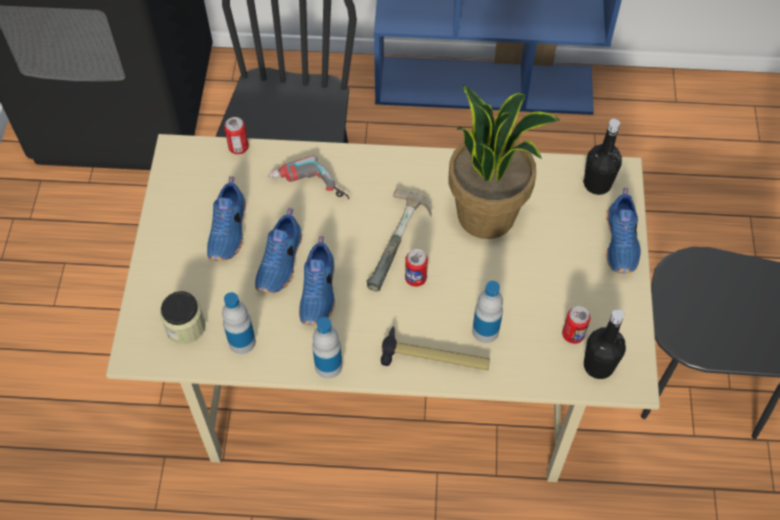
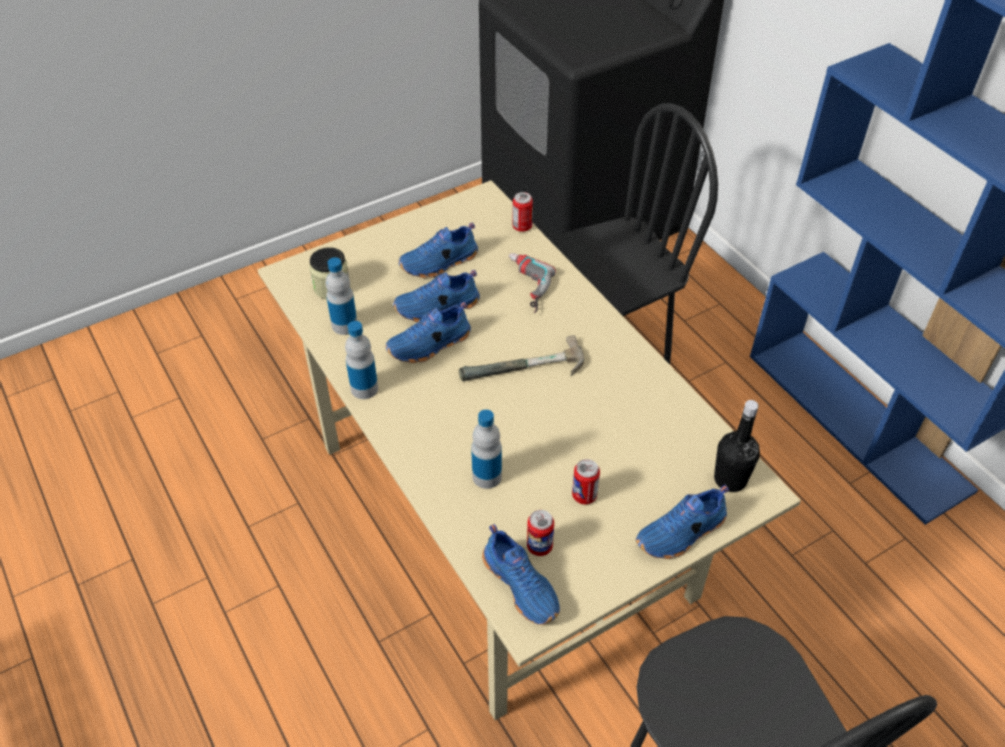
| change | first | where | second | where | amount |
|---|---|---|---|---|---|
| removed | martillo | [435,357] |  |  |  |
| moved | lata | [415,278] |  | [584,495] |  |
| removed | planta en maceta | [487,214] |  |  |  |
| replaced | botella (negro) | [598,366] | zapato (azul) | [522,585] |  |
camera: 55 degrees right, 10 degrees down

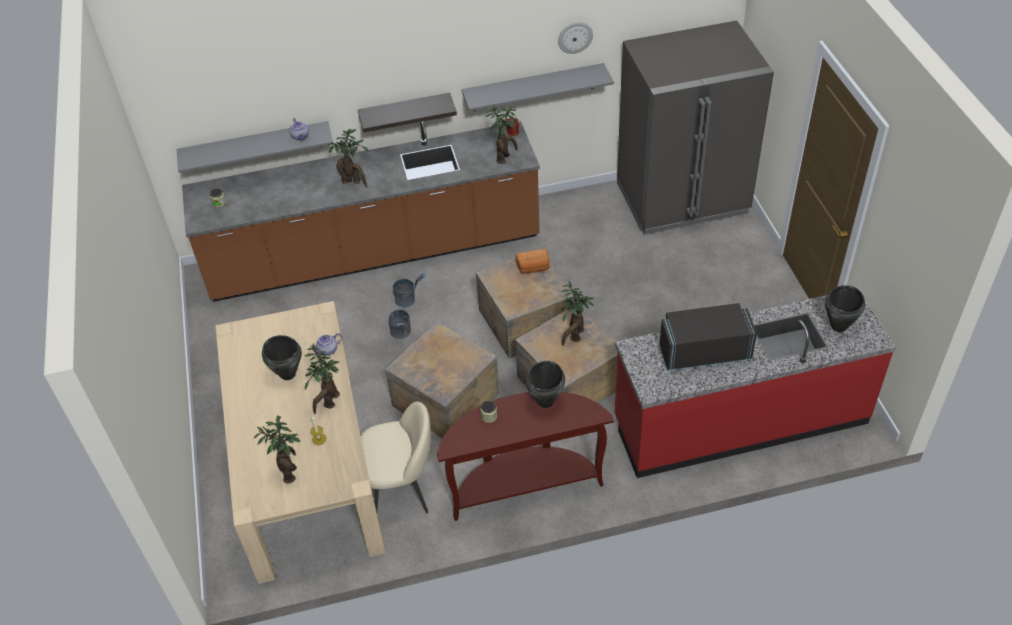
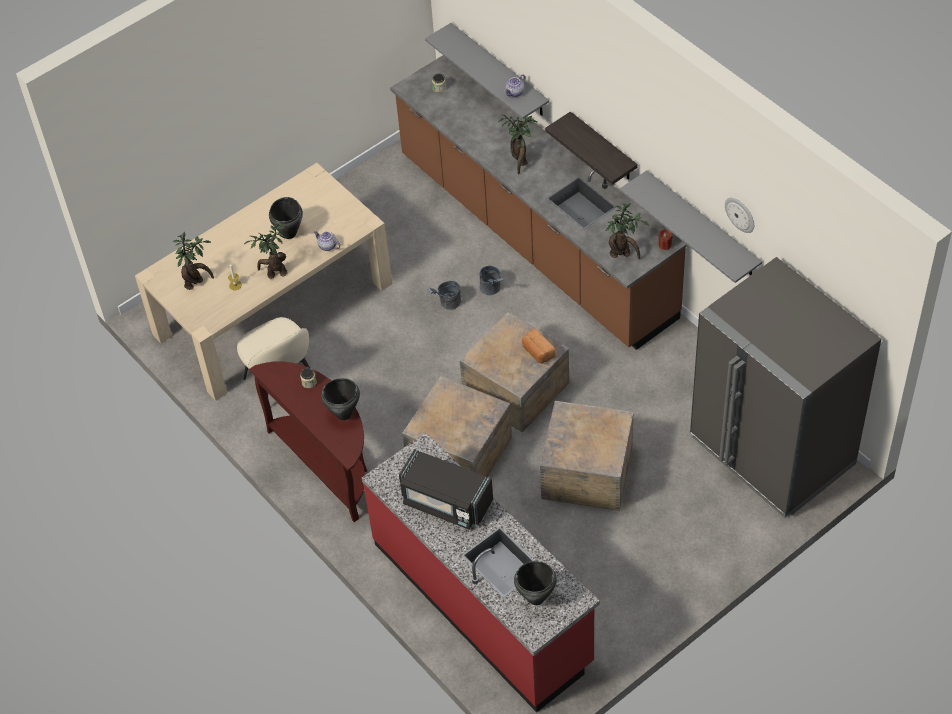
| change | first | where | second | where | amount |
|---|---|---|---|---|---|
| moved | caja de embalaje | [447,399] |  | [588,473] |  |
| removed | planta en maceta | [574,336] |  |  |  |
| turned | microondas (negro) | [704,352] |  | [446,502] | 150 degrees clockwise |
camera: 65 degrees right, 5 degrees up

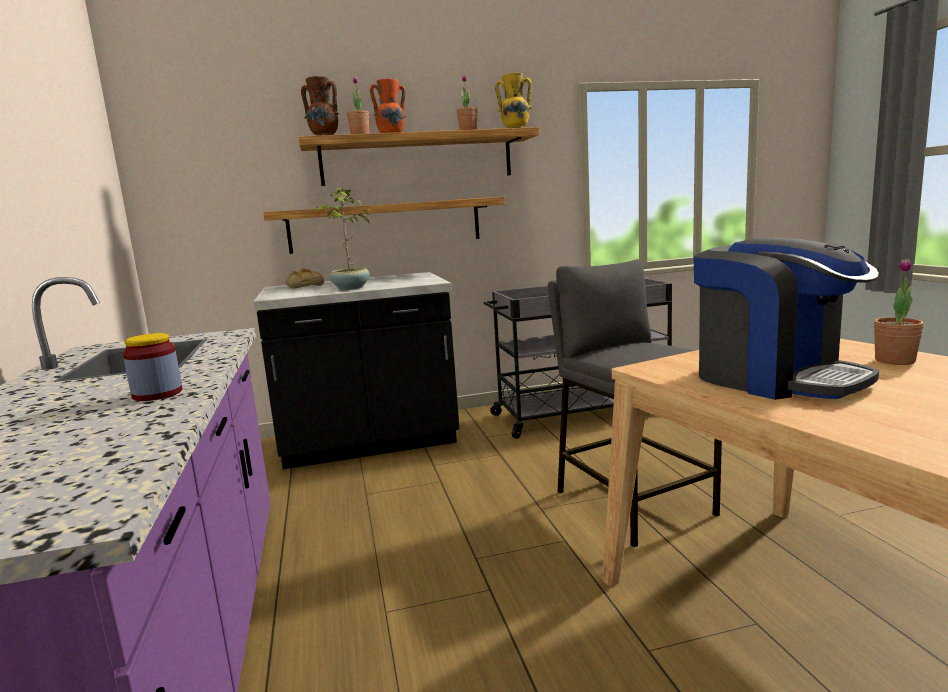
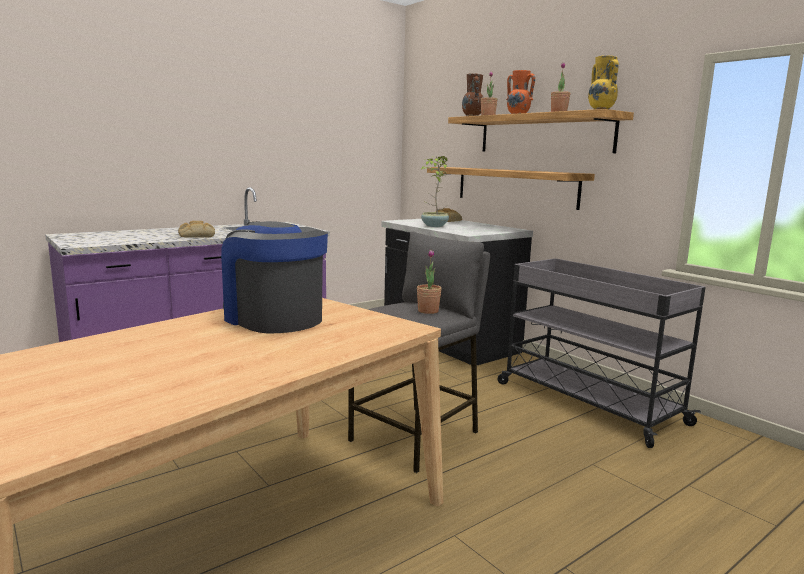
| change | first | where | second | where | amount |
|---|---|---|---|---|---|
| replaced | tarro | [157,394] | pan | [196,236] |  |
| turned | cafetera | [775,378] |  | [273,318] | 105 degrees clockwise |
| moved | planta en maceta | [894,361] |  | [428,311] |  |
camera: 65 degrees right, 0 degrees up

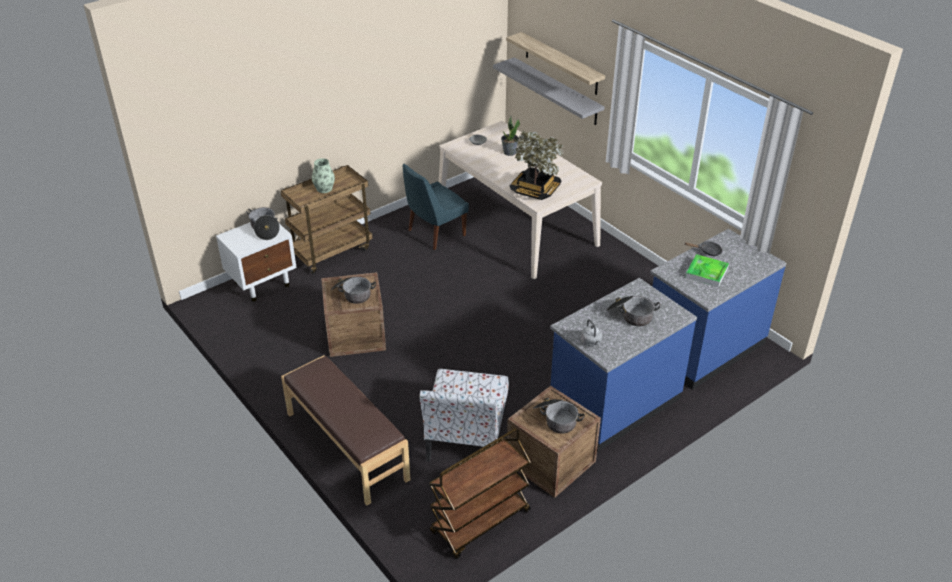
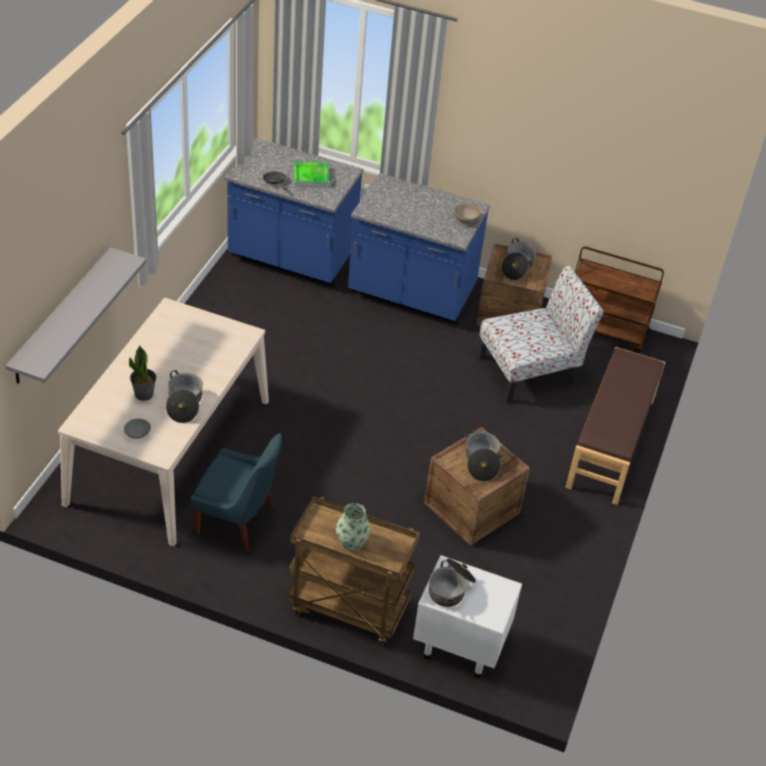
| change | first | where | second | where | amount |
|---|---|---|---|---|---|
| removed | estante | [561,64] |  |  |  |
| removed | planta en maceta | [535,190] |  |  |  |
| replaced | hervidor (gris) | [591,342] | cuenco (beis) | [466,220] |  |
| moved | olla | [630,315] |  | [184,404] |  |
camera: 125 degrees left, 5 degrees up

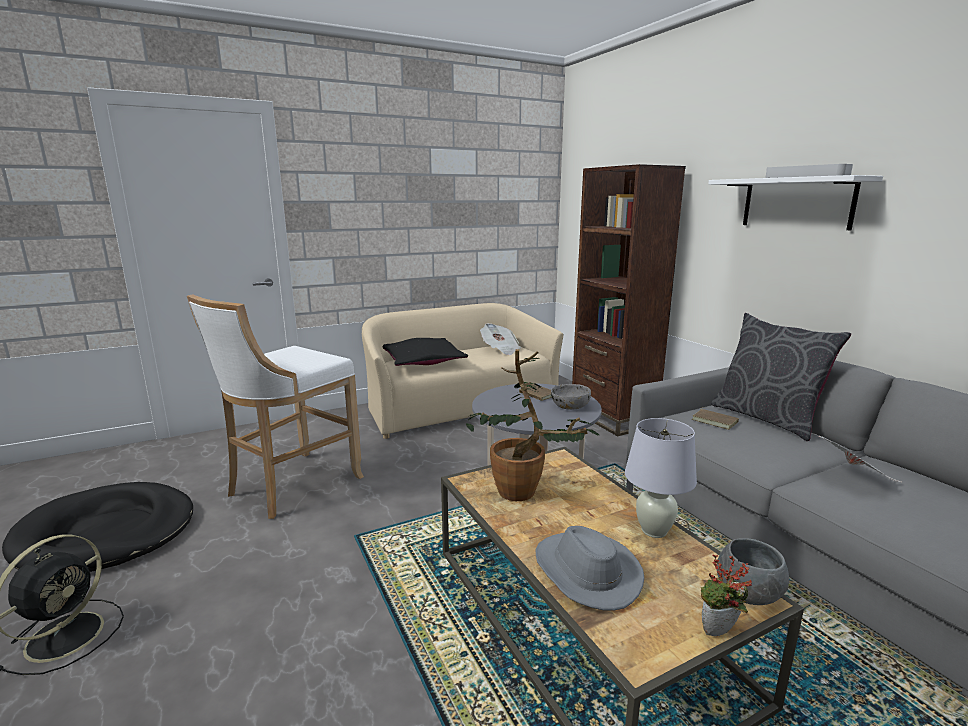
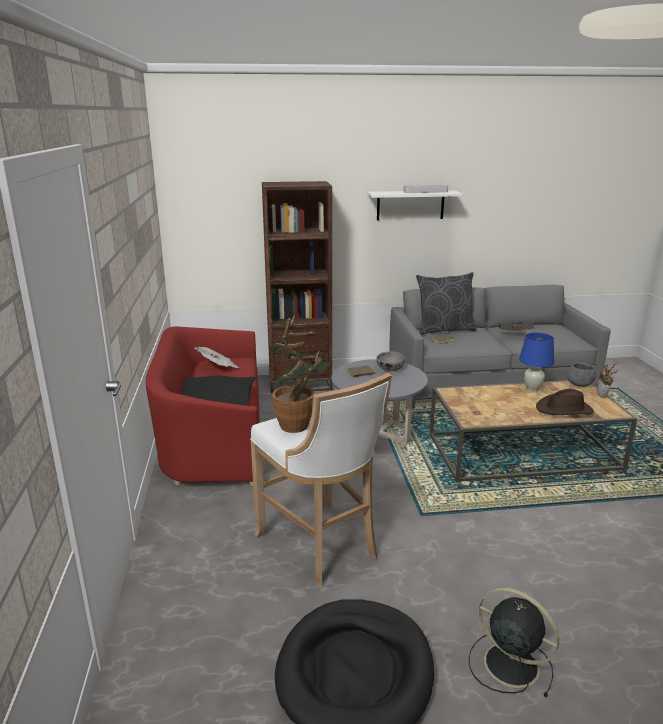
| change | first | where | second | where | amount |
|---|---|---|---|---|---|
| recoloured | sofá (beis) | [458,406] | sofá (rojo) | [213,437] |  |
| moved | planta en maceta | [526,494] |  | [300,423] |  |
| recoloured | sombrero (gris) | [585,572] | sombrero (marrón) | [564,410] |  |
| recoloured | lámpara de mesa (blanco) | [653,530] | lámpara de mesa (azul) | [532,388] |  |
camera: 70 degrees left, 5 degrees up

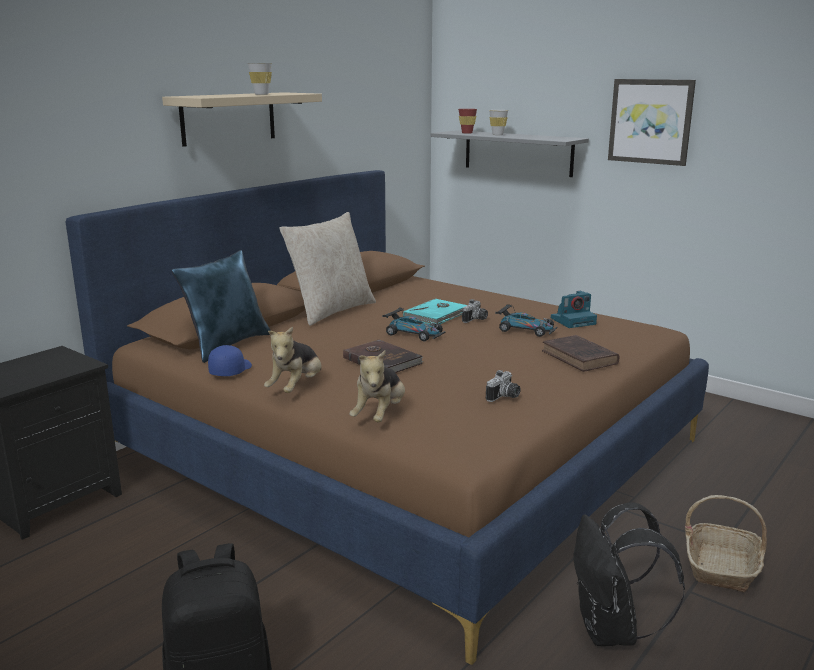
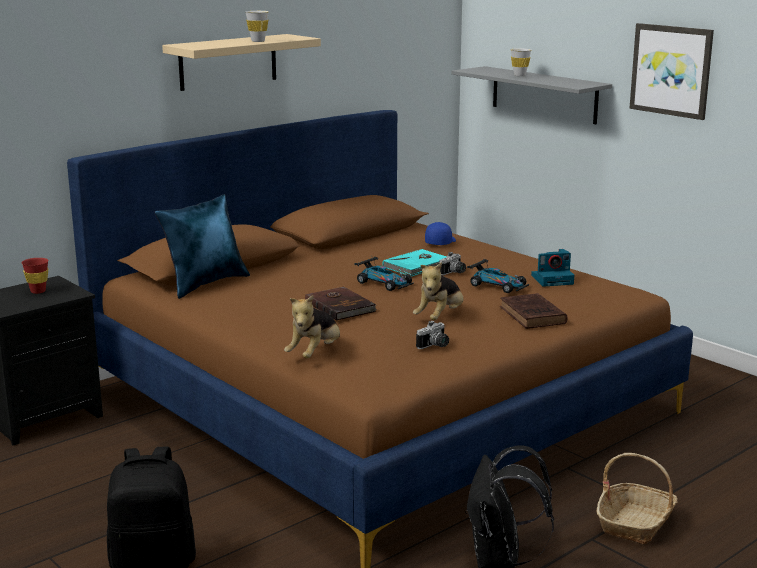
| change | first | where | second | where | amount |
|---|---|---|---|---|---|
| moved | gorra (azul) | [230,370] |  | [440,242] |  |
| moved | peluche | [296,388] |  | [440,317] |  |
| removed | cojín (beis) | [331,311] |  |  |  |
| moved | taza (rojo) | [467,133] |  | [38,291] |  |
camera: 10 degrees right, 0 degrees up

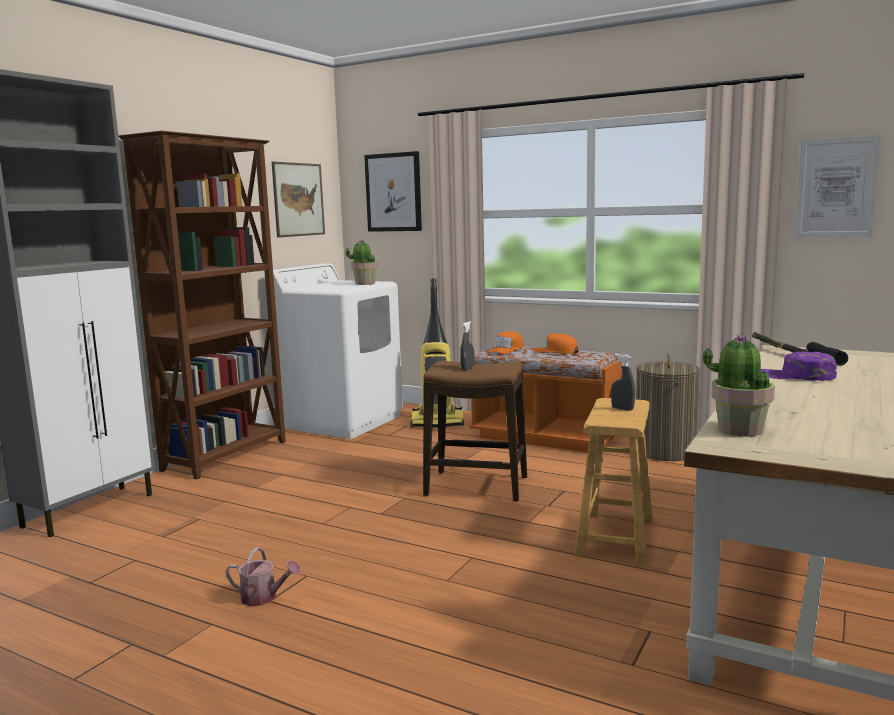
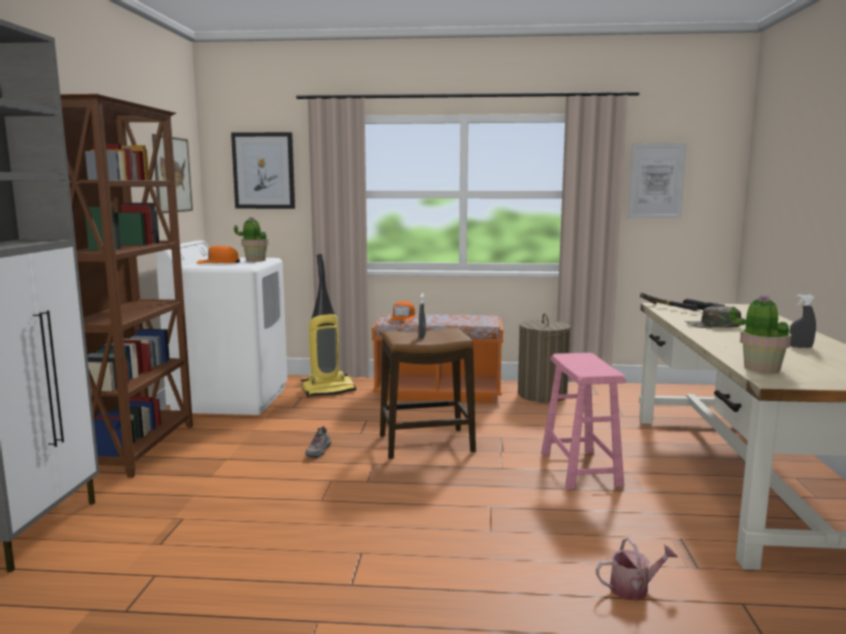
| change | first | where | second | where | amount |
|---|---|---|---|---|---|
| moved | regadera | [263,597] |  | [634,588] |  |
| moved | gorra (naranja) | [556,351] |  | [218,262] |  |
| recoloured | taburete (marrón) | [615,537] | taburete (rosa) | [579,469] |  |
| moved | pulverizador (gris) | [622,409] |  | [800,347] |  |
| recoloured | gorra (morado) | [797,376] | gorra (verde) | [712,325] |  |
| added |  |  | zapato | [319,451] |  |
camera: 25 degrees left, 0 degrees up

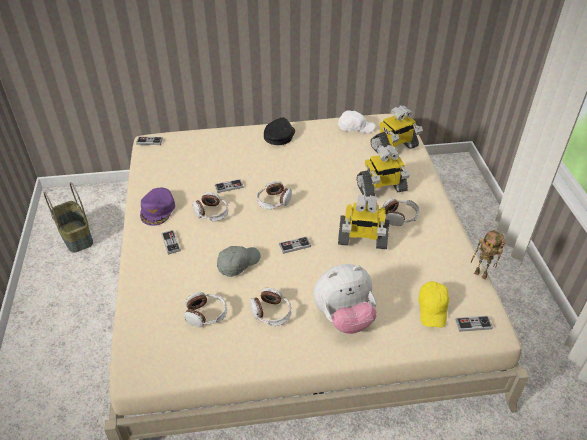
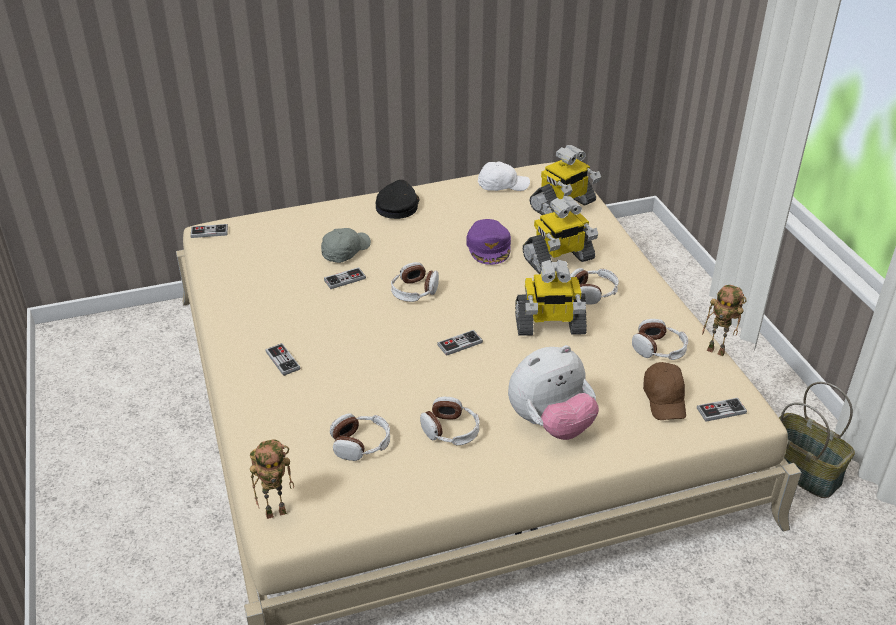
| change | first | where | second | where | amount |
|---|---|---|---|---|---|
| moved | cesta | [76,236] |  | [803,471] |  |
| moved | gorra (morado) | [158,210] |  | [489,247] |  |
| moved | auriculares | [211,213] |  | [659,349] |  |
| moved | gorra (gris) | [238,264] |  | [345,251] |  |
| recoloured | gorra (amarillo) | [432,309] | gorra (marrón) | [664,399] |  |
| added |  |  | robot de juguete | [277,511] |  |
camera: 10 degrees left, 5 degrees down

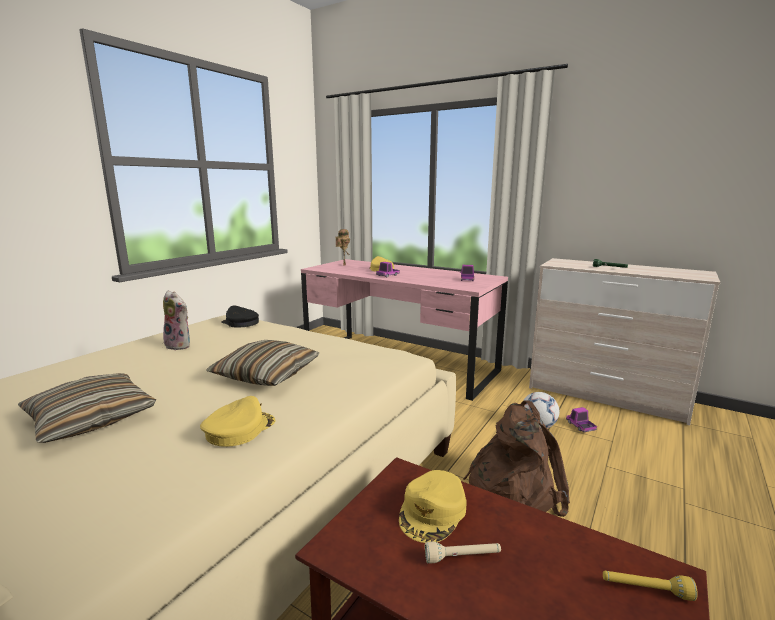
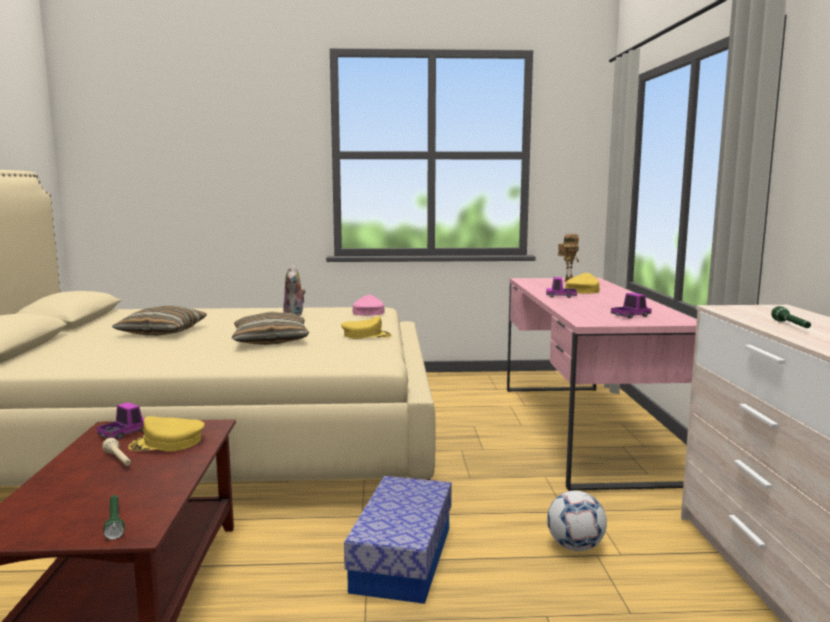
| change | first | where | second | where | amount |
|---|---|---|---|---|---|
| moved | gorra (amarillo) | [239,429] |  | [366,335] |  |
| recoloured | gorra (negro) | [240,323] | gorra (rosa) | [368,312] |  |
| replaced | mochila (marrón) | [513,490] | caja de almacenaje | [402,558] |  |
| moved | camión de juguete | [580,426] |  | [124,433] |  |
| recoloured | linterna (amarillo) | [645,590] | linterna (verde) | [114,522] |  |
camera: 55 degrees right, 5 degrees down

